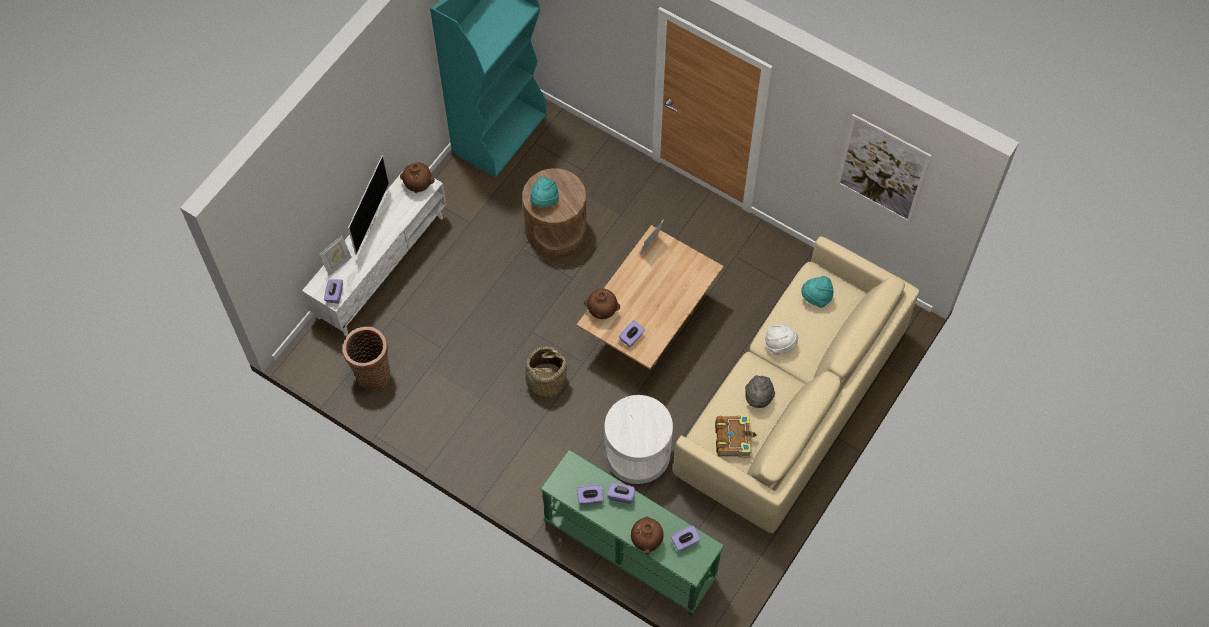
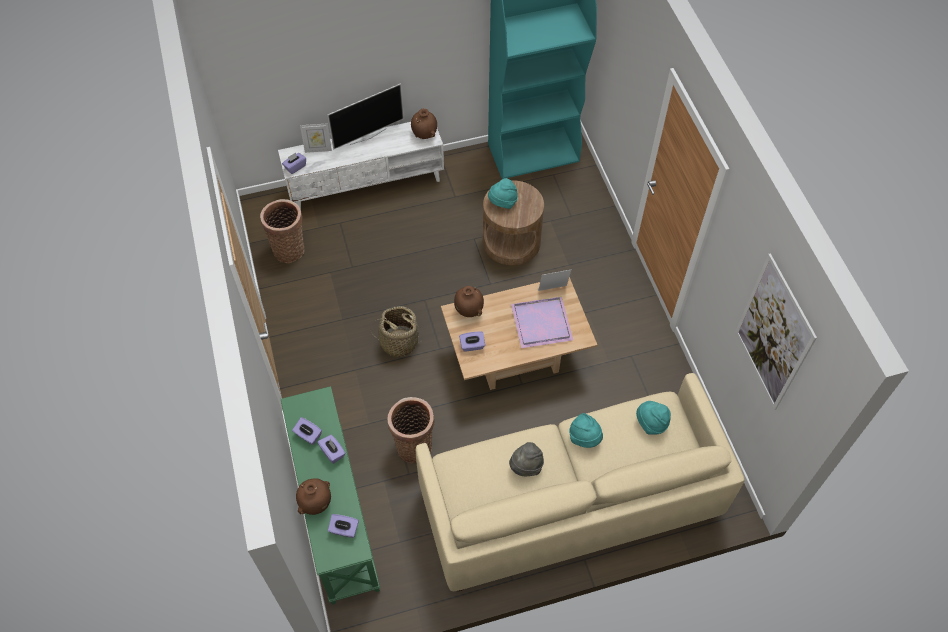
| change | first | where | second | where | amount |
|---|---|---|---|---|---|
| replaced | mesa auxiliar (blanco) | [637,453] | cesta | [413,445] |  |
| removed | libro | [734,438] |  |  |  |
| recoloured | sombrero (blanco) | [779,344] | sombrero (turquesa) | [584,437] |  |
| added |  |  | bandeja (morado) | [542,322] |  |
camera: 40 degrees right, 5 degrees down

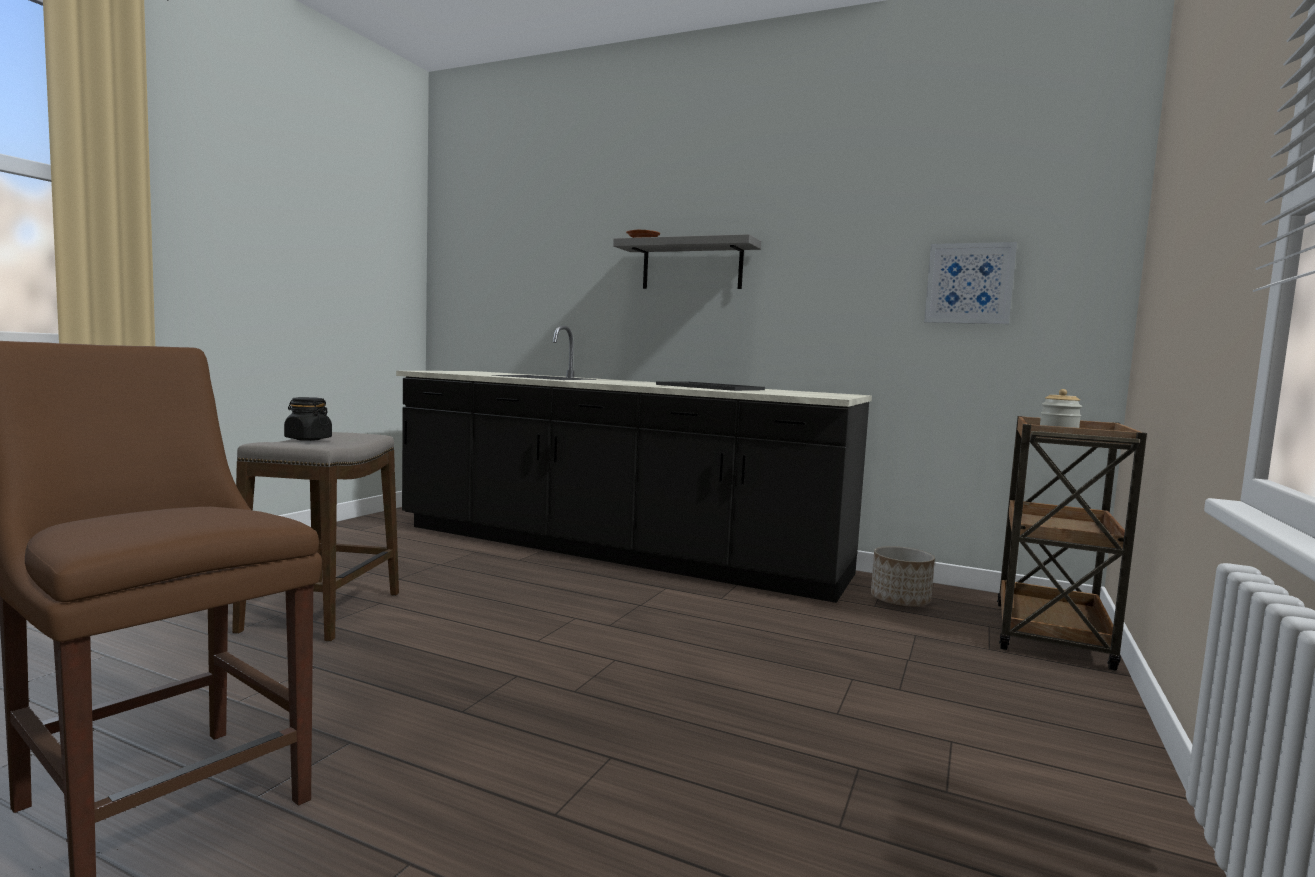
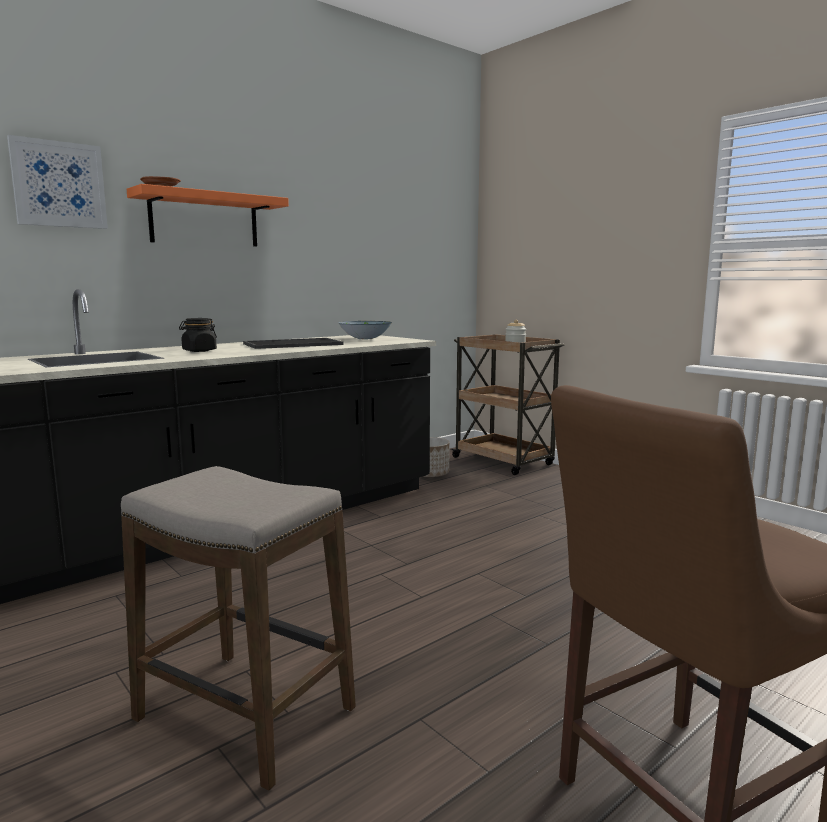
| change | first | where | second | where | amount |
|---|---|---|---|---|---|
| moved | tarro (negro) | [308,439] |  | [199,351] |  |
| recoloured | estante (gris) | [692,265] | estante (naranja) | [204,220] |  |
| moved | cuadro | [969,283] |  | [59,184] |  |
| added |  |  | cuenco | [365,338] |  |
camera: 65 degrees left, 5 degrees up

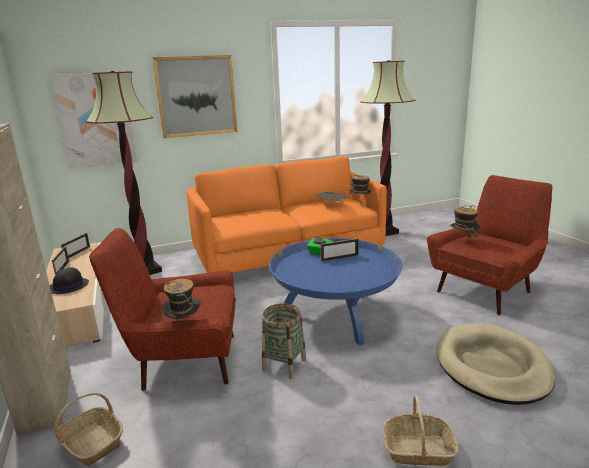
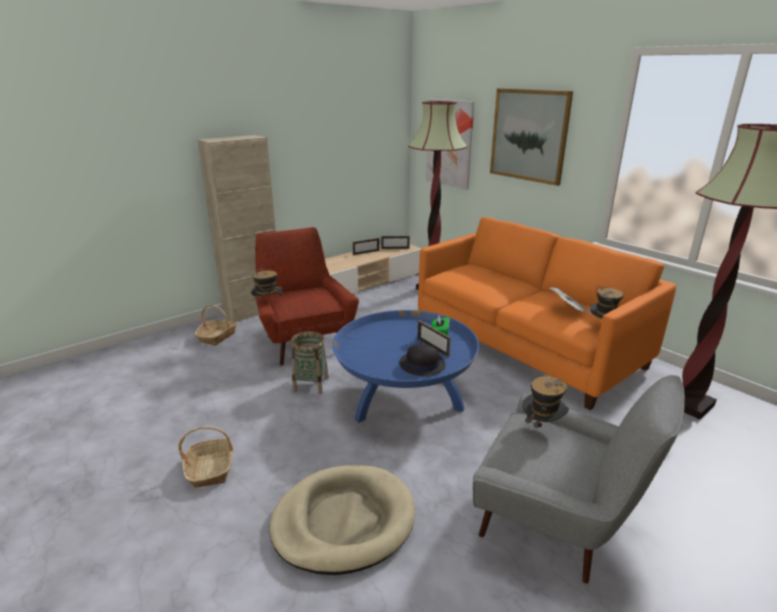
| change | first | where | second | where | amount |
|---|---|---|---|---|---|
| moved | sombrero (negro) | [68,286] |  | [422,364] |  |
| recoloured | sillón (rojo) | [486,290] | sillón (gris) | [555,524] |  |
camera: 70 degrees right, 5 degrees up

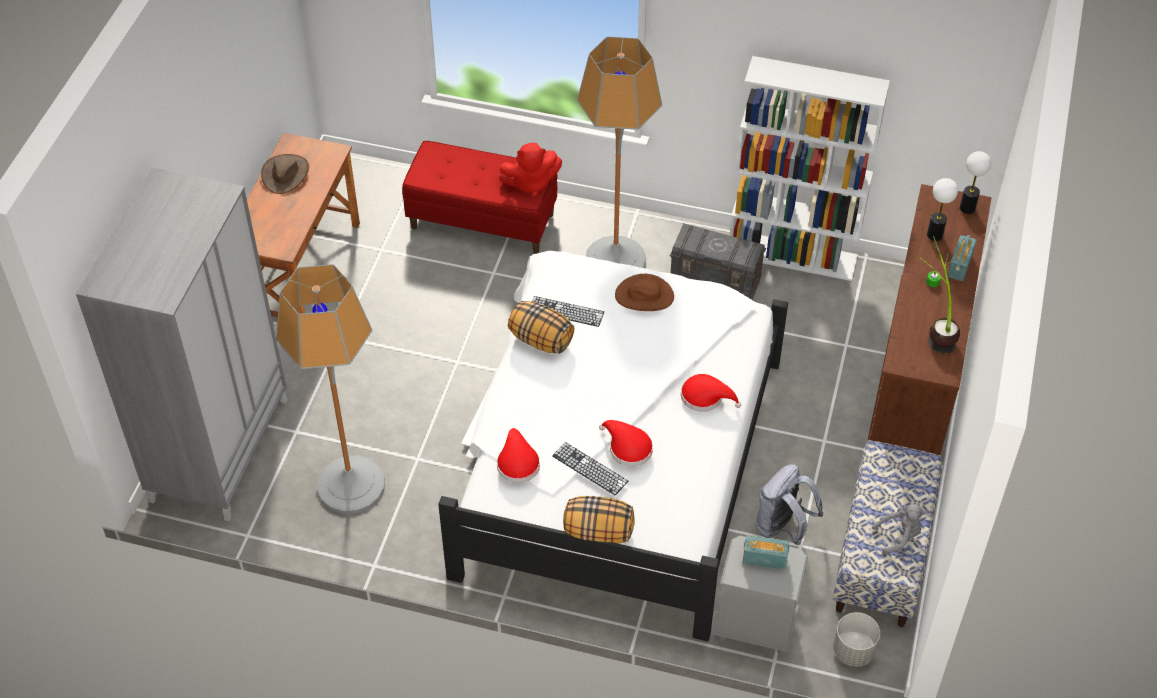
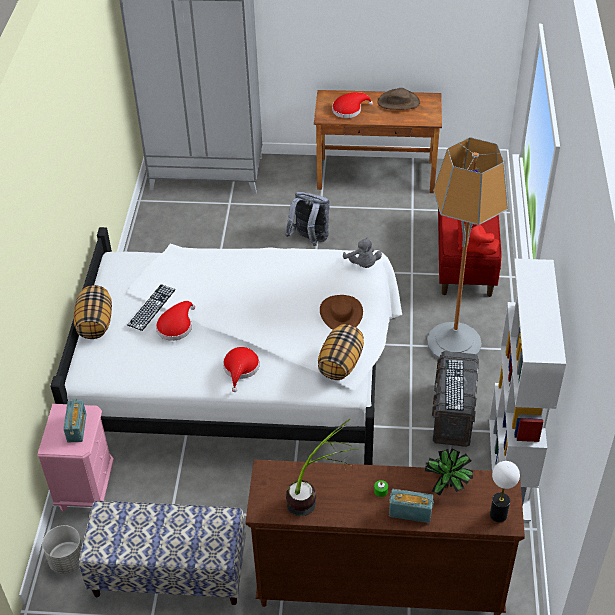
| change | first | where | second | where | amount |
|---|---|---|---|---|---|
| removed | lámpara de pie | [350,485] |  |  |  |
| moved | sombrero (rojo) | [517,462] |  | [349,110] |  |
| moved | cojín | [540,340] |  | [340,363] |  |
| moved | teclado | [566,311] |  | [454,385] |  |
| recoloured | mesita de noche (gris) | [754,627] | mesita de noche (rosa) | [86,487] |  |
| moved | mochila (gris) | [783,527] |  | [309,239] |  |
| moved | peluche (gris) | [899,536] |  | [363,264] |  |
| replaced | lámpara de mesa | [935,235] | planta en maceta | [448,488] |  |
camera: 80 degrees right, 5 degrees down

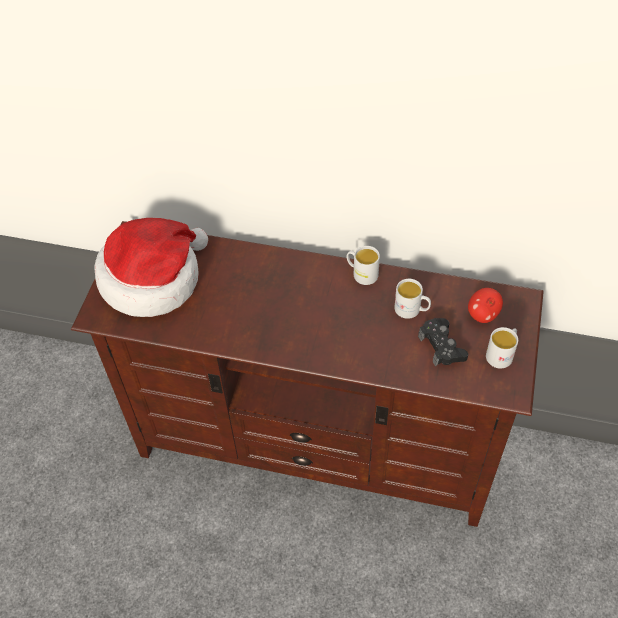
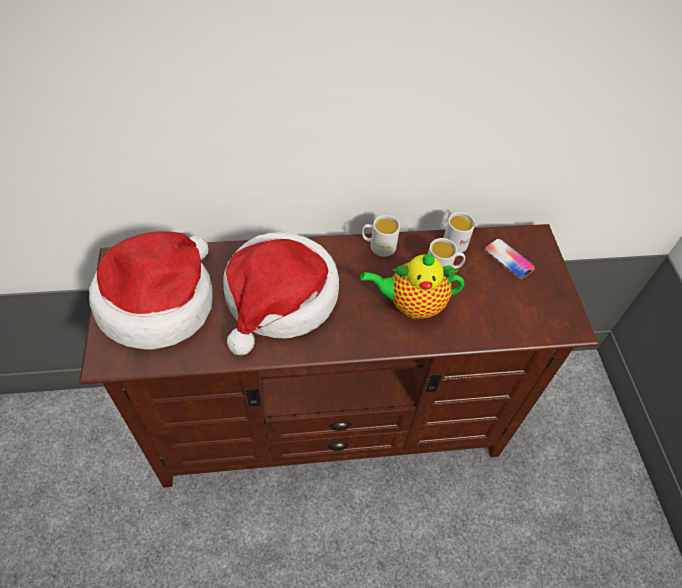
| change | first | where | second | where | amount |
|---|---|---|---|---|---|
| removed | mando de consola (negro) | [442,346] |  |  |  |
| replaced | manzana | [482,314] | móvil | [509,259] |  |
| moved | taza grande (blanco) | [502,354] |  | [456,240] |  |
| added |  |  | sombrero | [280,299] |  |
| added |  |  | tetera | [411,305] |  |
camera: 25 degrees left, 0 degrees up

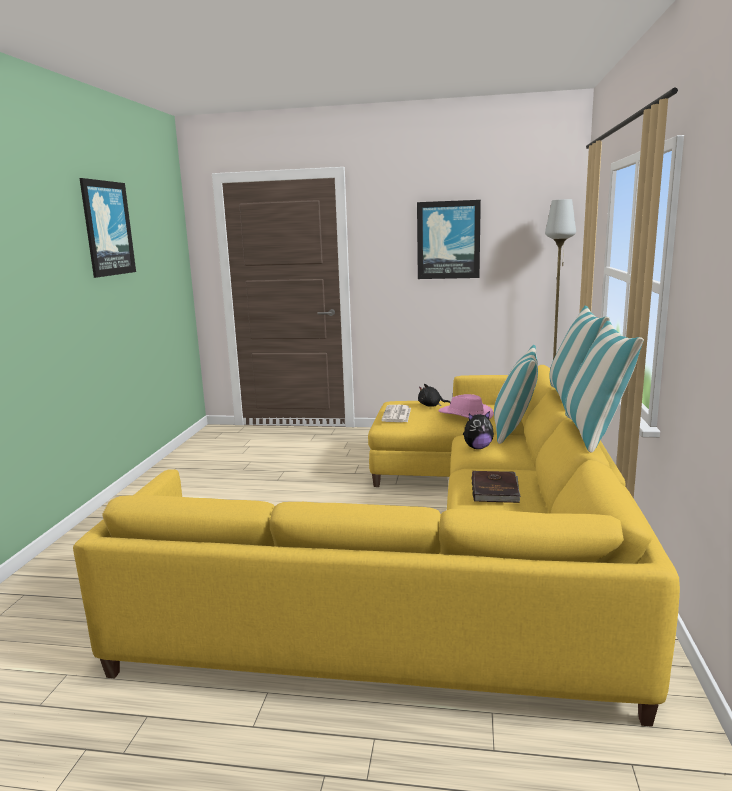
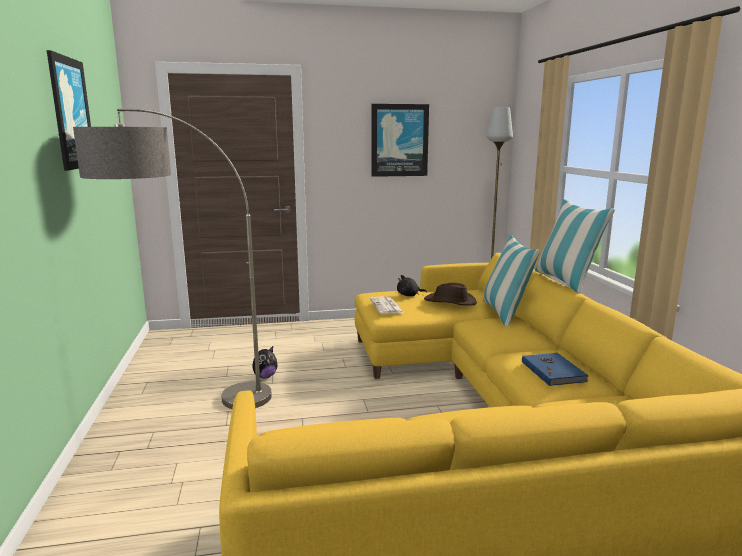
| change | first | where | second | where | amount |
|---|---|---|---|---|---|
| recoloured | sombrero (rosa) | [465,414] | sombrero (marrón) | [450,302] |  |
| moved | peluche | [477,447] |  | [265,376] |  |
| recoloured | libro (marrón) | [495,489] | libro (azul) | [553,371] |  |
| removed | cojín | [594,433] |  |  |  |
| added |  |  | lámpara de pie | [185,403] |  |
camera: 20 degrees left, 0 degrees up

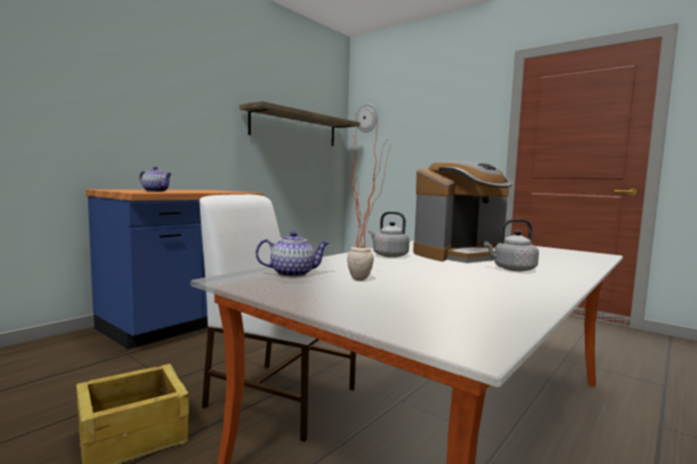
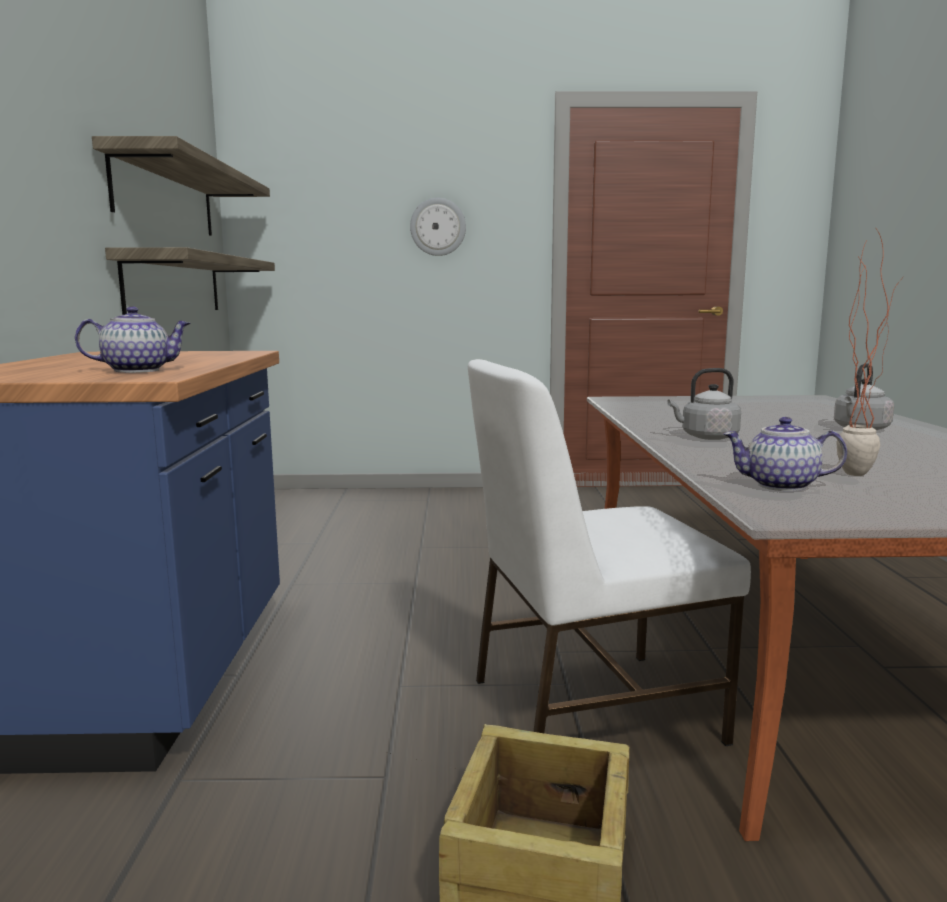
| change | first | where | second | where | amount |
|---|---|---|---|---|---|
| turned | tetera | [293,274] |  | [780,486] | 120 degrees counterclockwise |
| moved | reloj de pared | [367,118] |  | [438,227] |  |
| removed | cafetera | [460,255] |  |  |  |
| added |  |  | estante | [174,284] |  |
camera: 40 degrees left, 5 degrees up

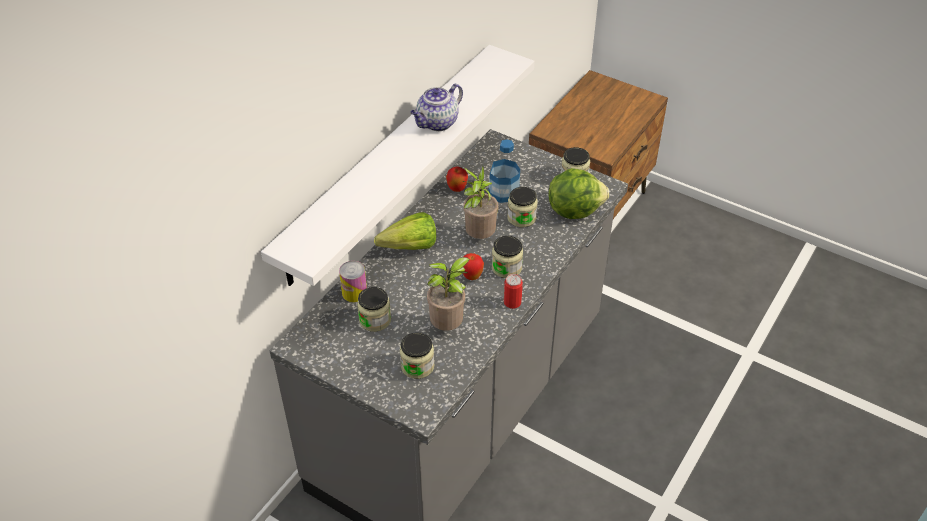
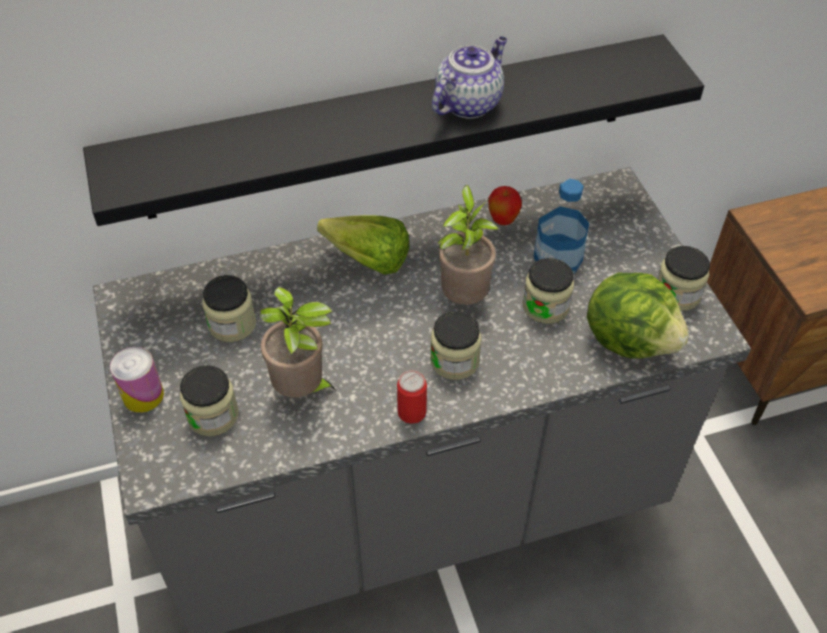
| change | first | where | second | where | amount |
|---|---|---|---|---|---|
| recoloured | estante (blanco) | [389,161] | estante (negro) | [390,127] |  |
| moved | lata | [354,293] |  | [143,395] |  |
| turned | tetera | [437,123] |  | [468,103] | 135 degrees clockwise |
| removed | manzana | [471,276] |  |  |  |
camera: 40 degrees right, 5 degrees up

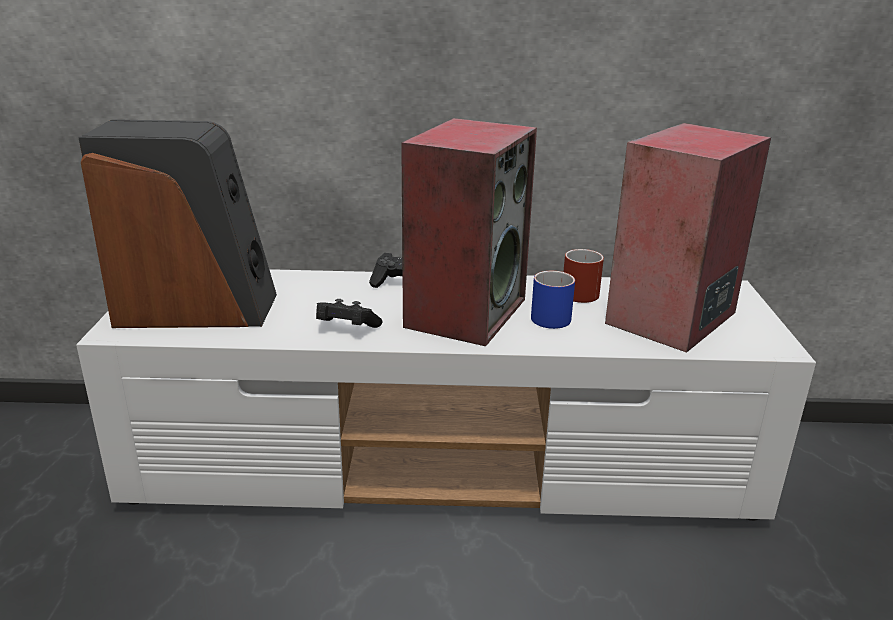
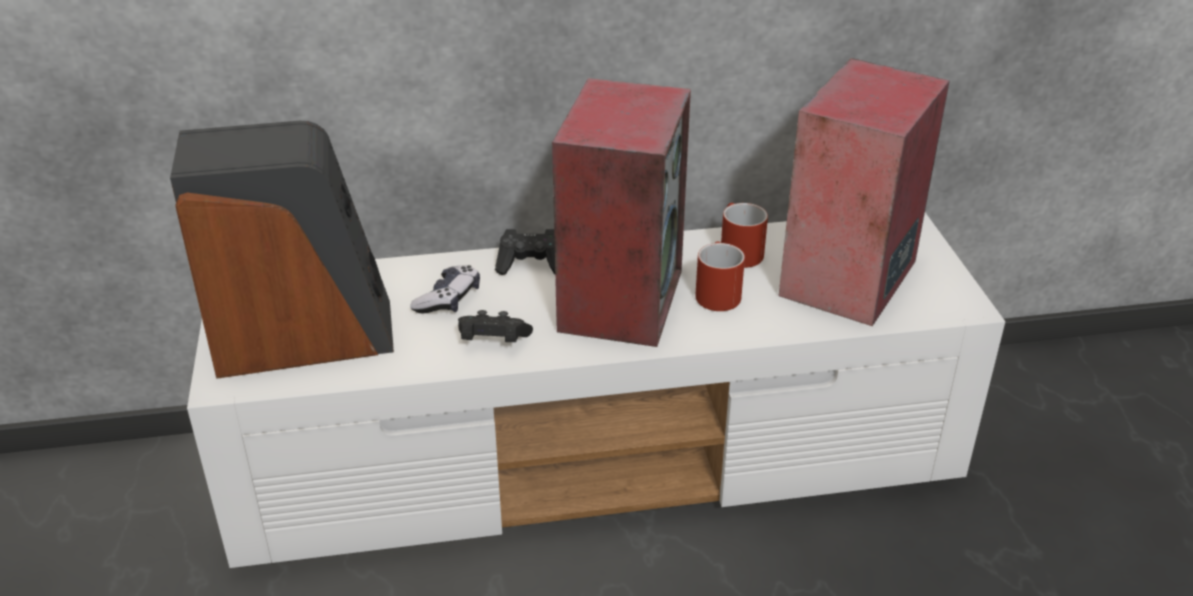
| change | first | where | second | where | amount |
|---|---|---|---|---|---|
| recoloured | taza grande (azul) | [549,316] | taza grande (rojo) | [715,292] |  |
| added |  |  | mando de consola | [448,299] |  |
camera: 10 degrees left, 10 degrees up

